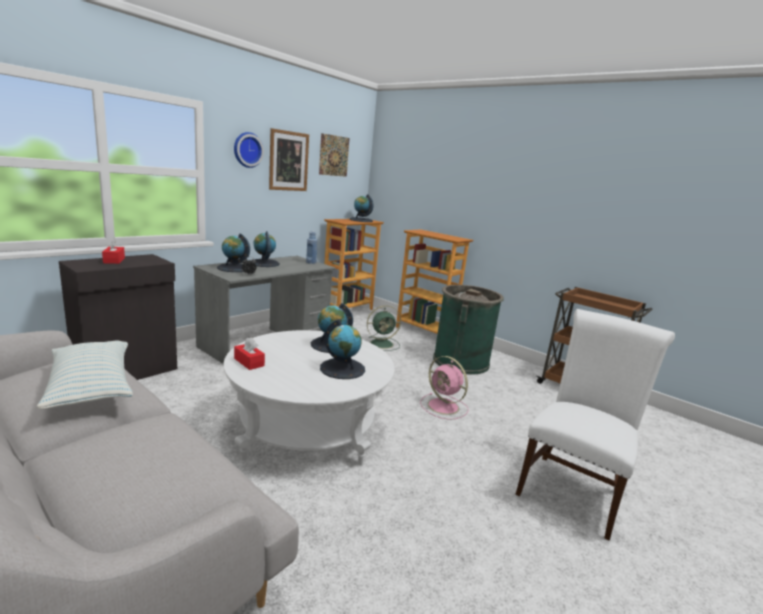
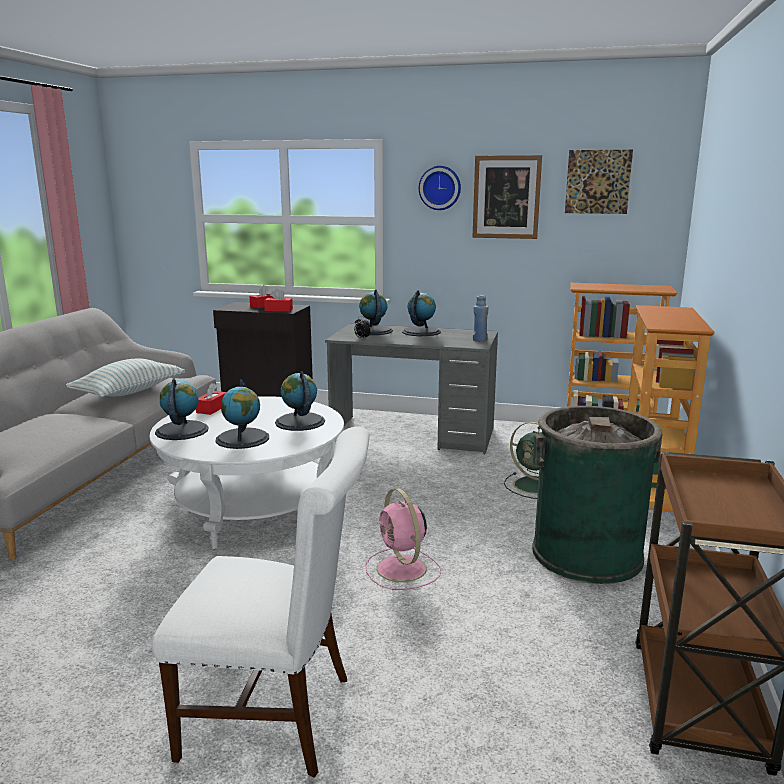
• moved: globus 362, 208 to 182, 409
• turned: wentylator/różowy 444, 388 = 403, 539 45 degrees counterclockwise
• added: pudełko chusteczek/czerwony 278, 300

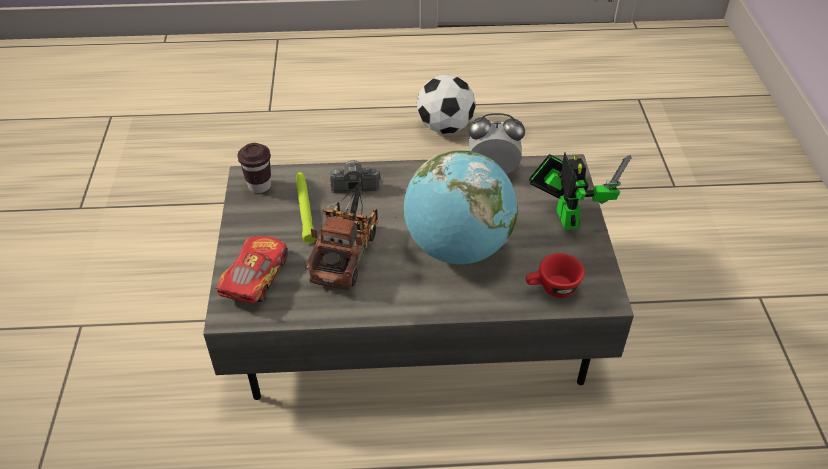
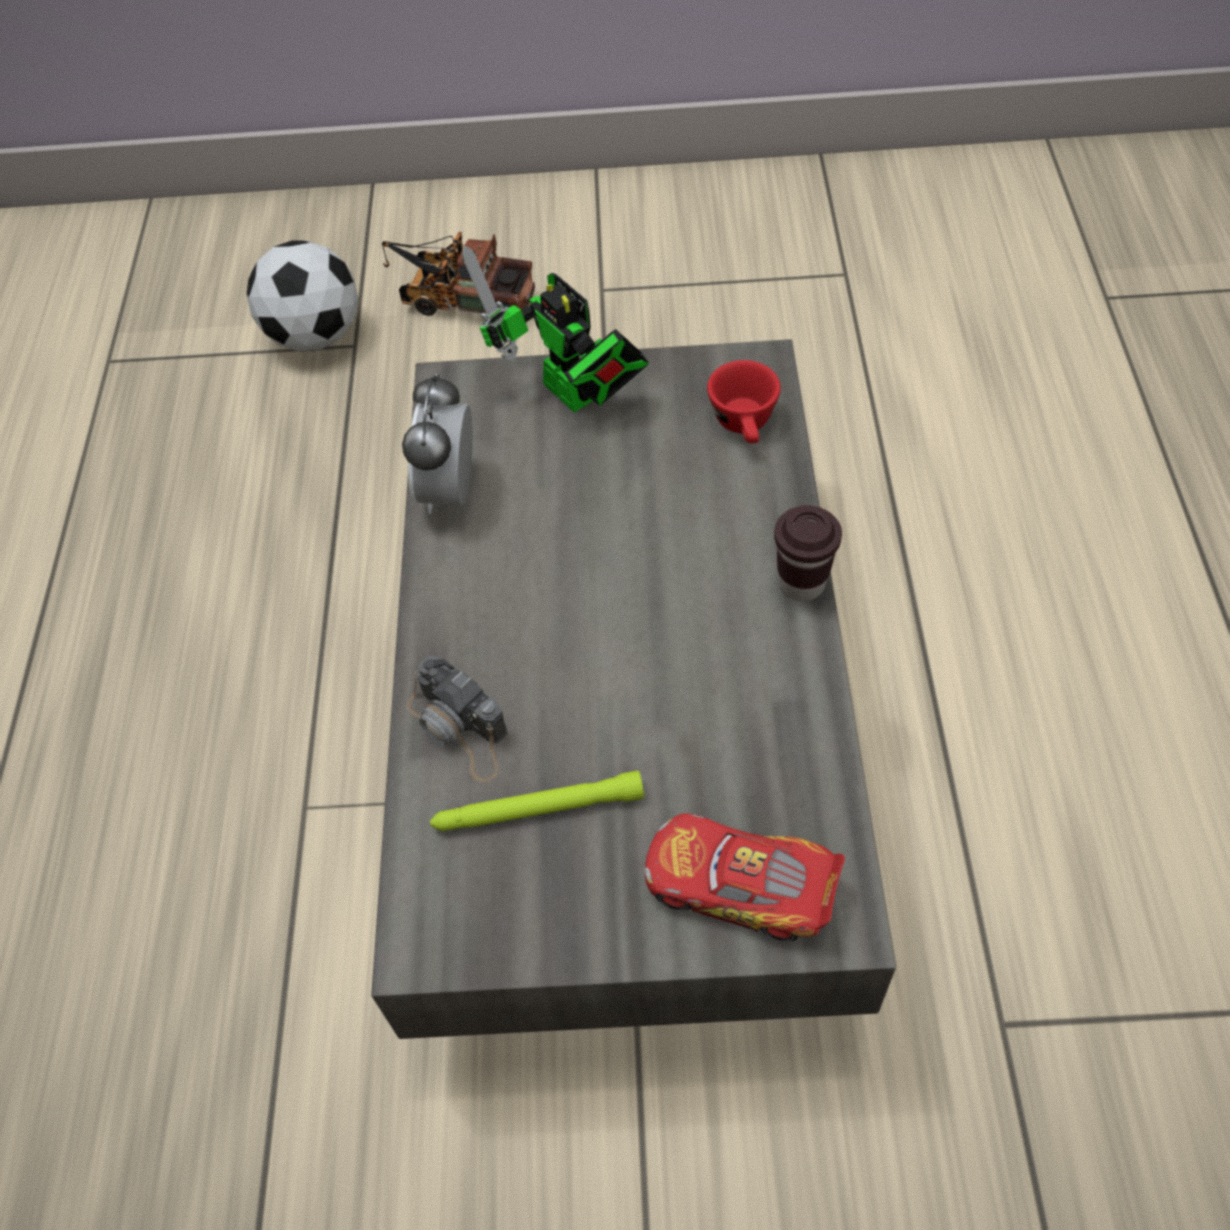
• moved: piłka futbolowa 446, 104 to 302, 296
• moved: filiżanka/brązowy 254, 168 to 808, 553
• removed: globus 460, 207
• turned: robot zabawkowy 580, 191 = 555, 329 120 degrees counterclockwise
• turned: aparat fotograficzny 350, 176 = 457, 719 45 degrees counterclockwise
• moved: ciężarówka zabawkowa 342, 233 to 458, 274

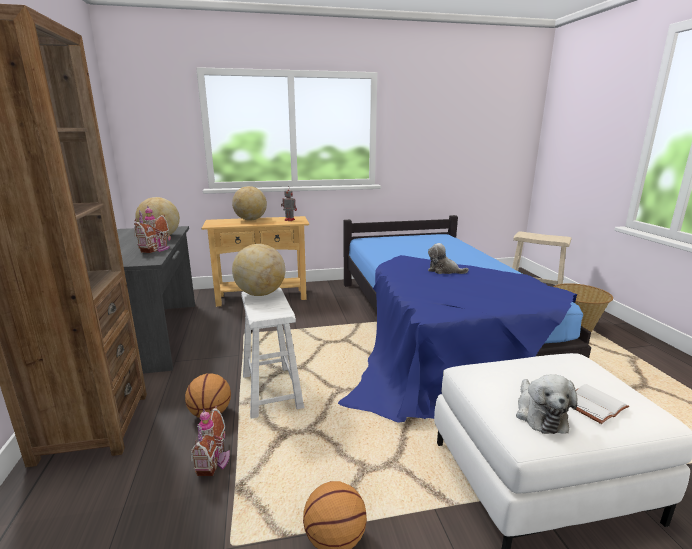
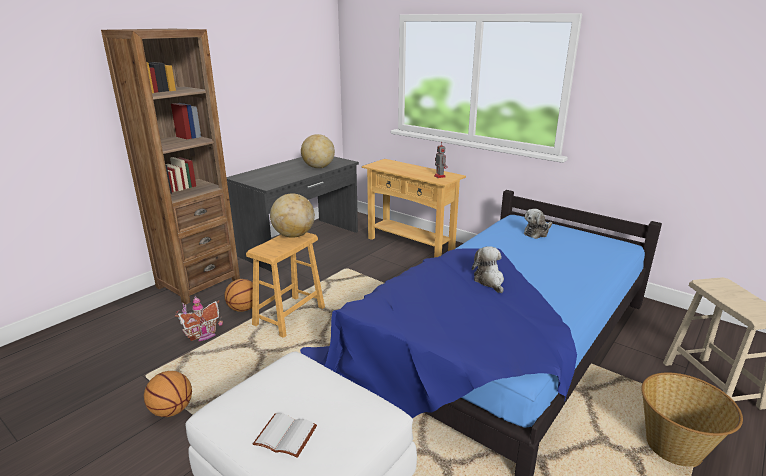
• removed: globus 249, 203
• removed: domek 152, 230
• recoloured: stołek/biały 272, 353 to stołek/brązowy 285, 285
• moved: pluszak 546, 404 to 538, 224

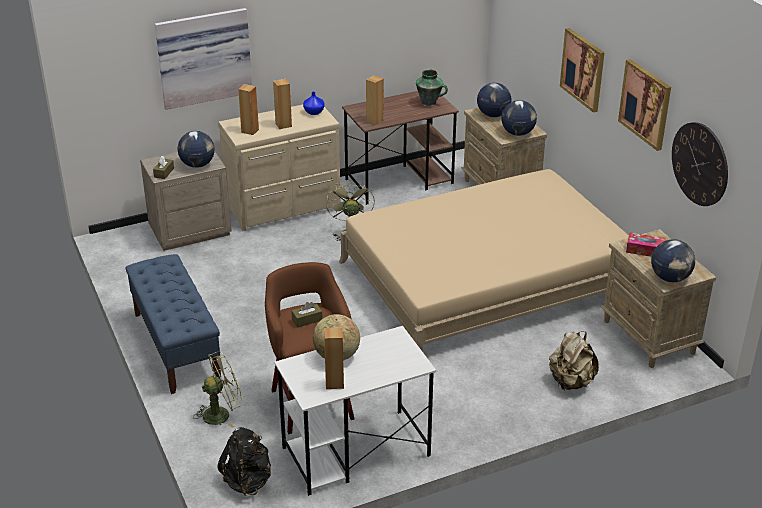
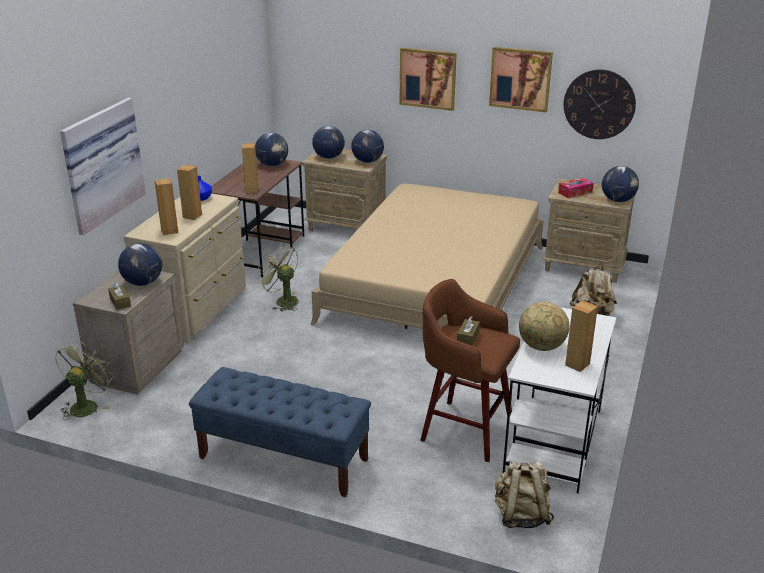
• replaced: wazon 432, 88 to globus 271, 149
• moved: wentylator/zielony 218, 389 to 84, 381
• recoloured: plecak/czarny 244, 461 to plecak/beżowy 524, 494

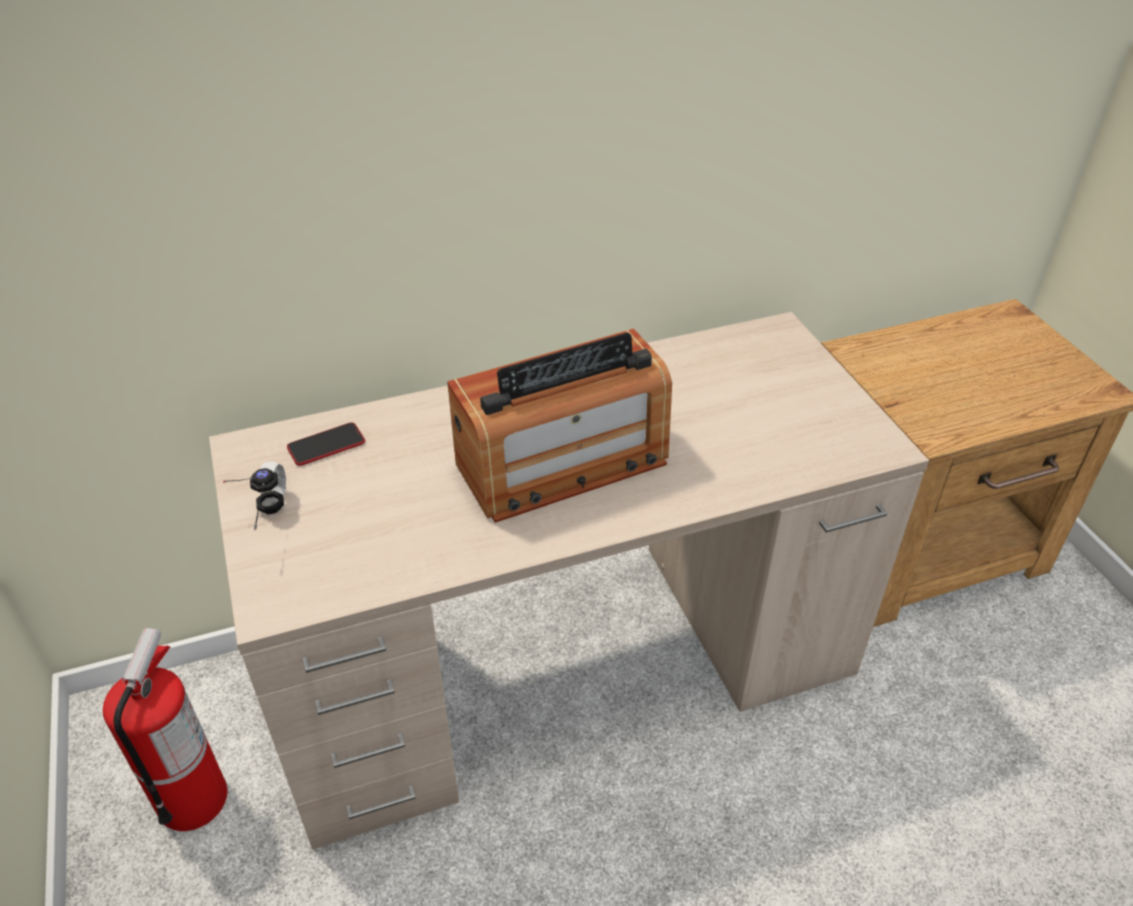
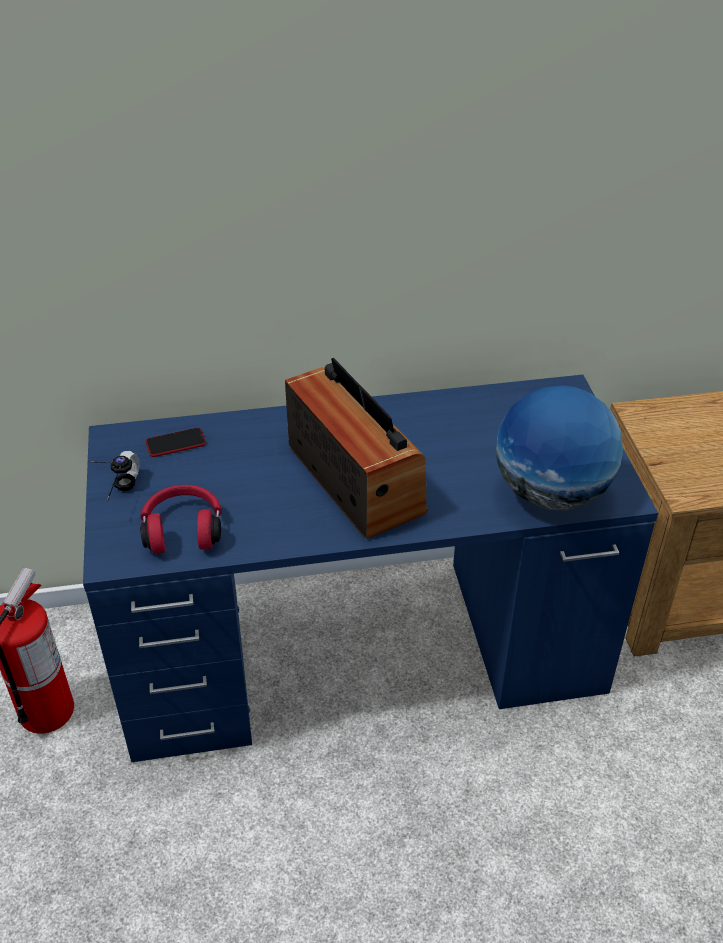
• recoloured: biurko/beżowy 569, 581 to biurko/niebieski 370, 568
• turned: radio 559, 425 = 356, 448 105 degrees counterclockwise
• added: globus 559, 448
• added: słuchawki/czerwony 181, 519

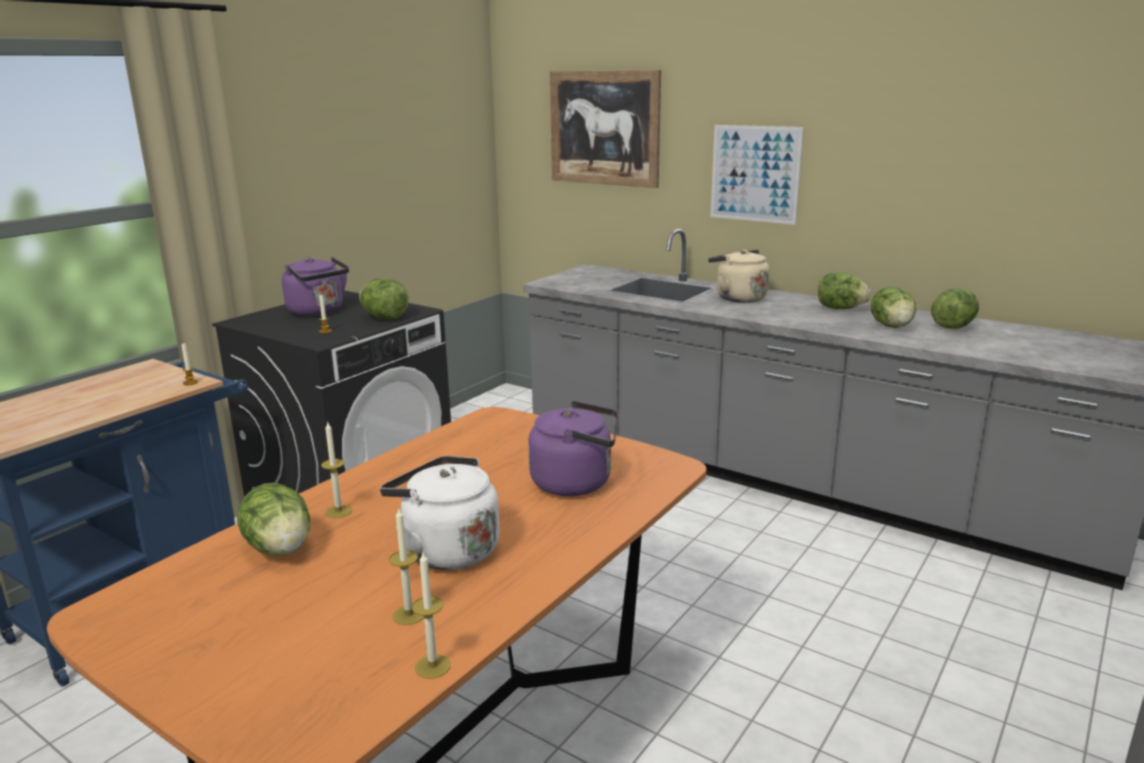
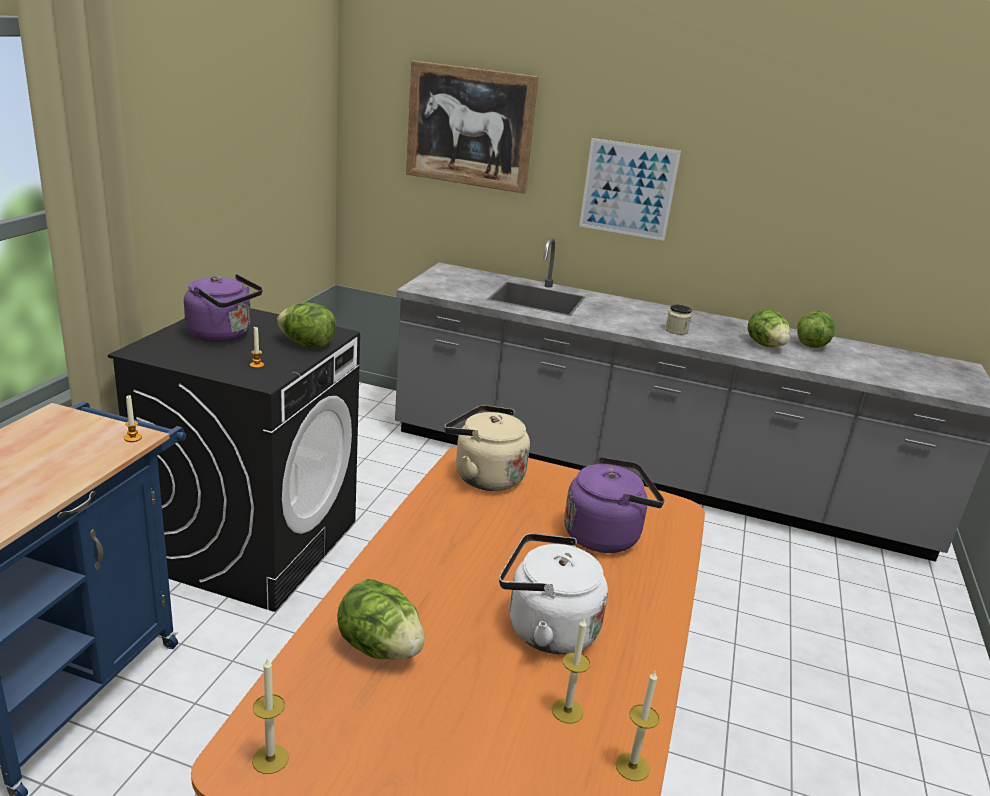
• moved: czajnik/beżowy 739, 276 to 487, 448
• removed: sałata 844, 290
• moved: świeca 336, 469 to 270, 716
• added: słoik 678, 319

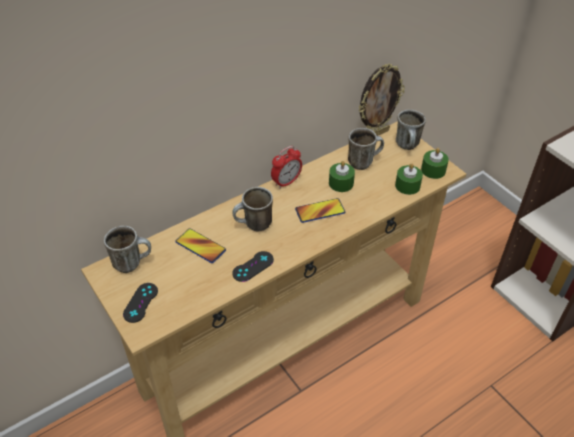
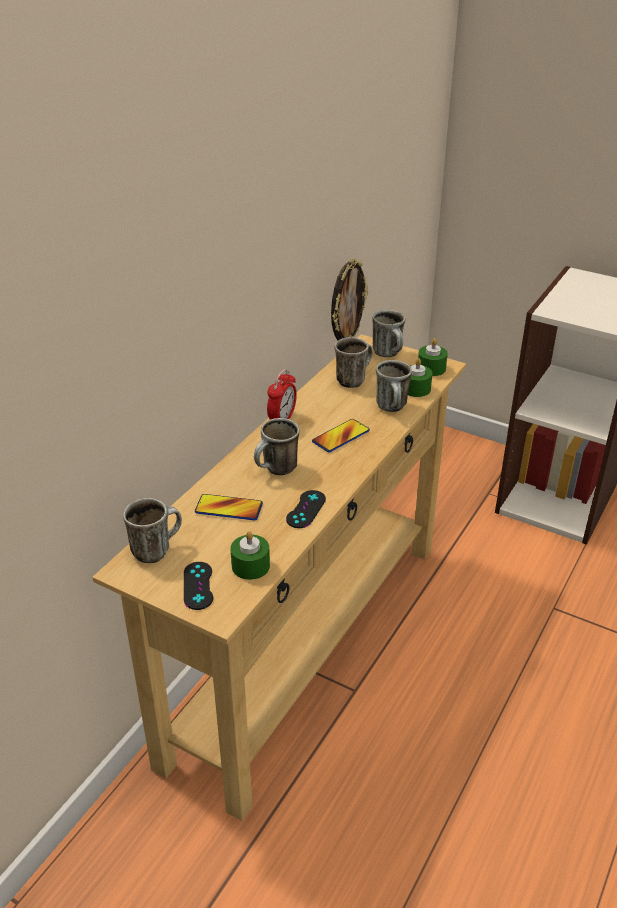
• moved: świeca/zielony 342, 176 to 250, 555
• added: kubek 394, 386

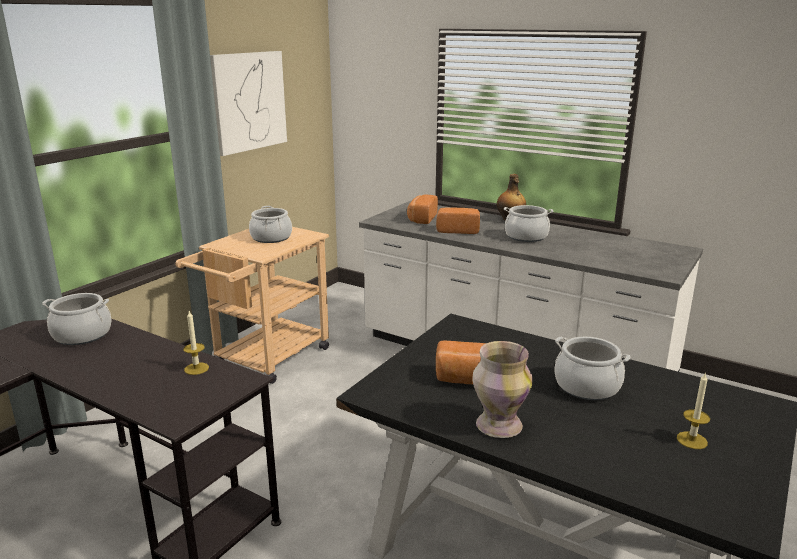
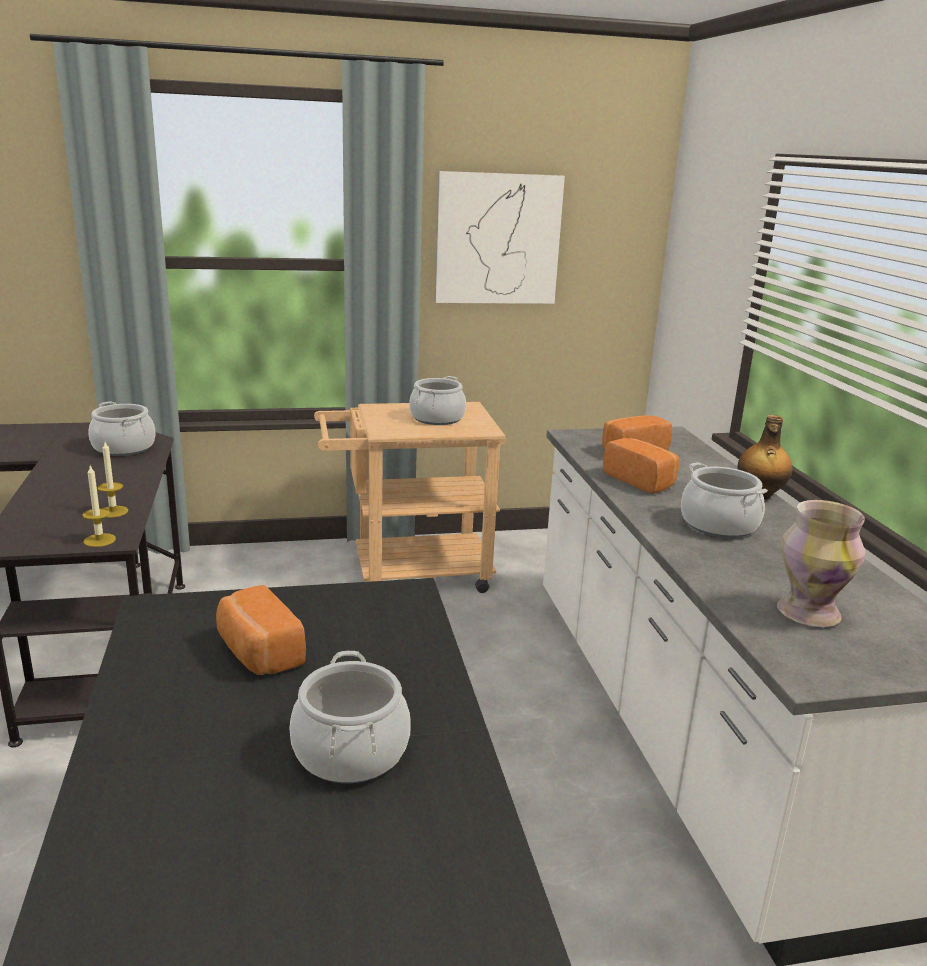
• moved: wazon 502, 389 to 821, 563
• moved: świeca 693, 410 to 99, 506

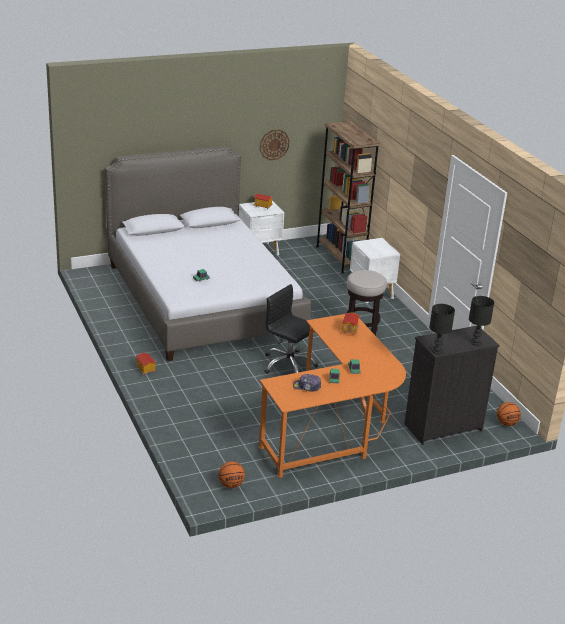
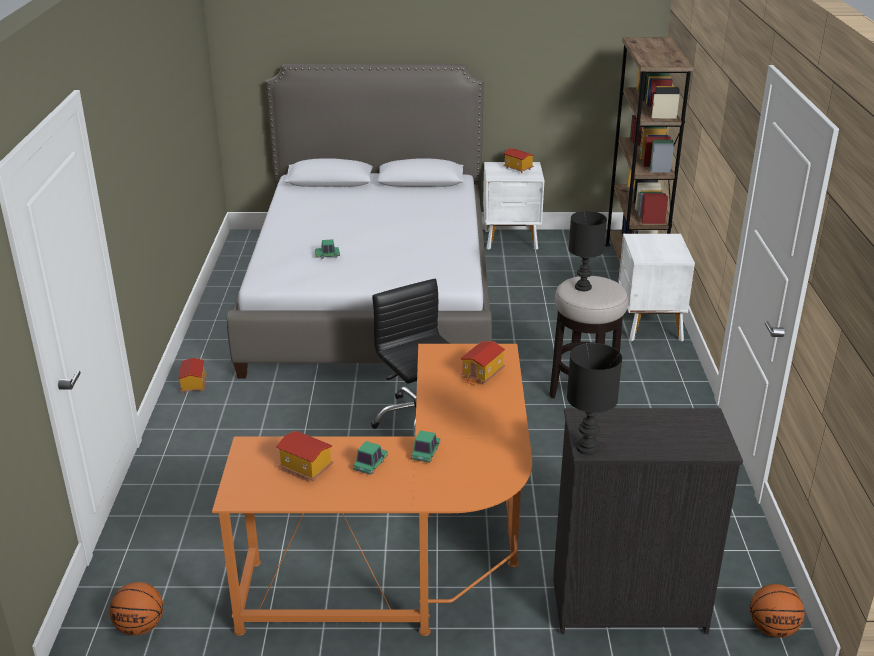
• removed: zegar ścienny 275, 145
• moved: lampa stołowa/czarny 481, 321 to 588, 251
• replaced: czapka z daszkiem 307, 382 to domek 304, 456

